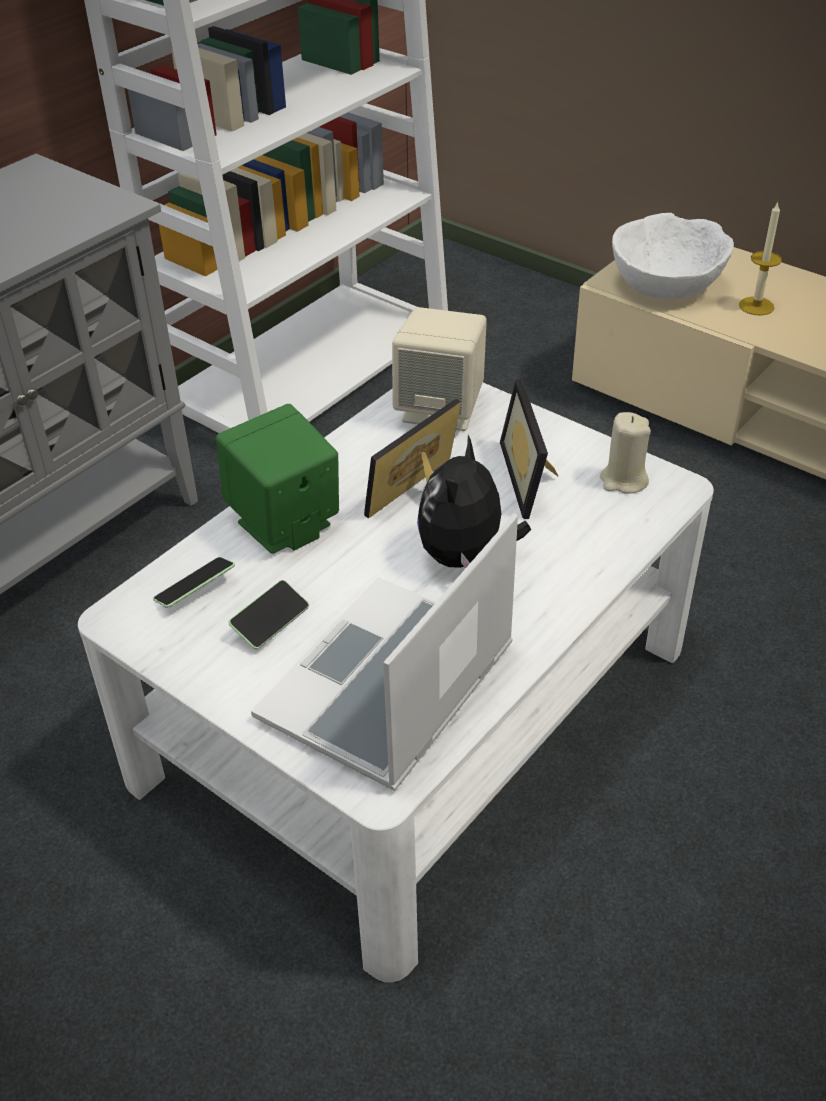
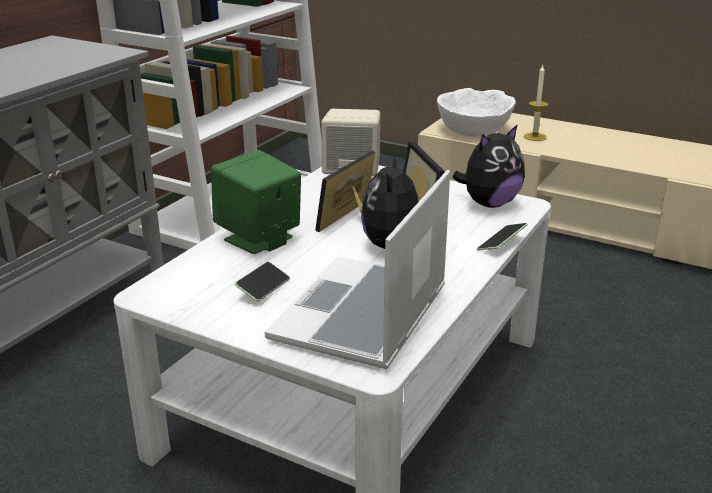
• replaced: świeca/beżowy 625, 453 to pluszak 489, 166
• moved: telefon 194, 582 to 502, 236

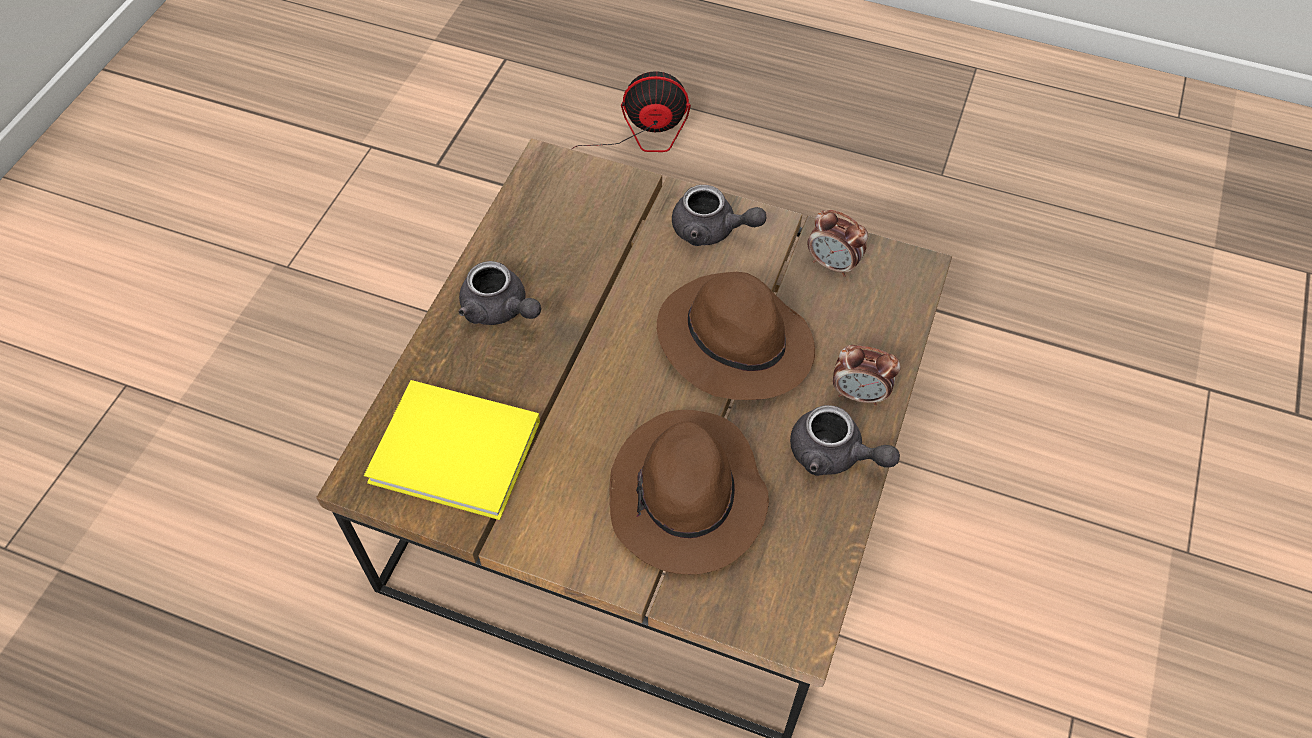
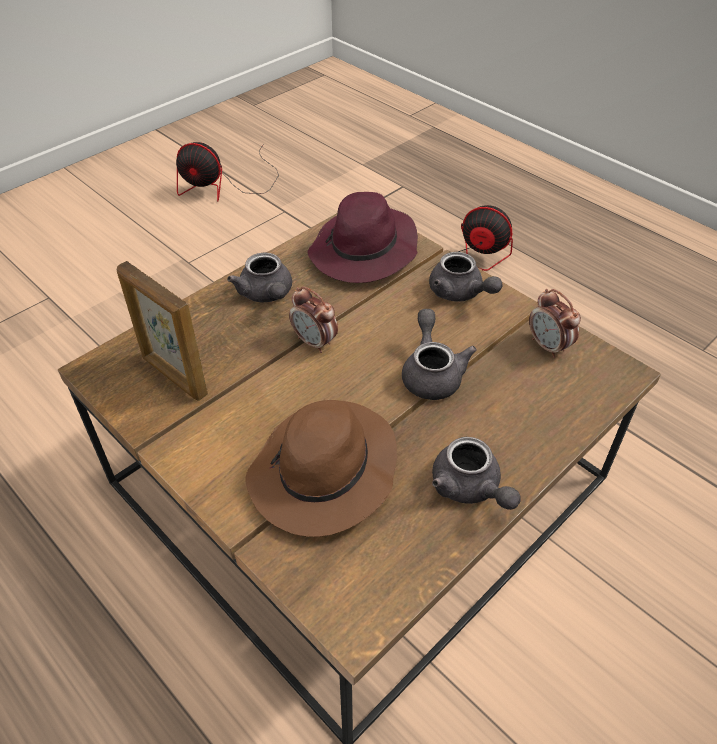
• replaced: kapelusz/brązowy 736, 336 to imbryk/szary 439, 354
• moved: budzik 867, 375 to 313, 320
• replaced: książka/żółty 452, 450 to ramka na zdjęcie 162, 331
• added: wentylator 227, 171
• added: kapelusz/fioletowy 362, 237

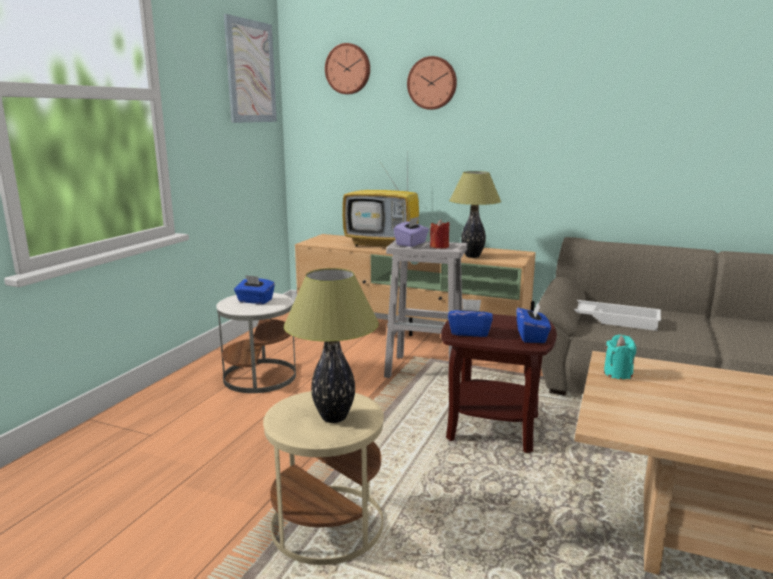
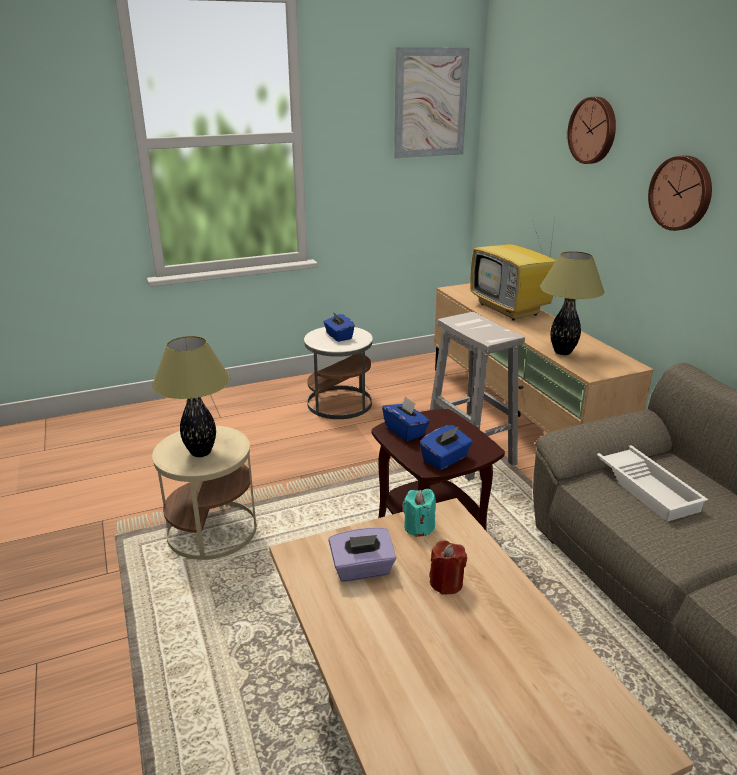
• moved: zegar ścienny 347, 68 to 680, 193
• moved: pudełko chusteczek/fioletowy 411, 232 to 362, 555
• moved: świeca/czerwony 440, 234 to 448, 567

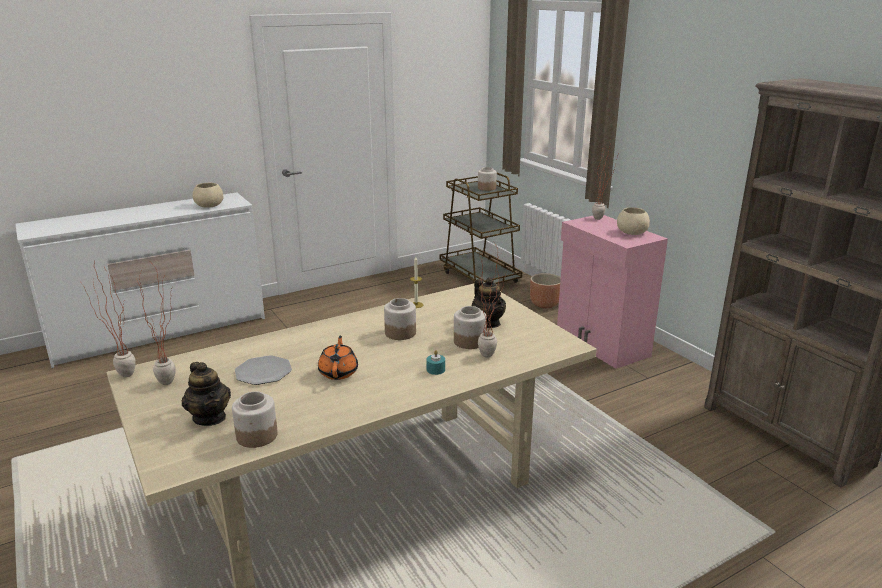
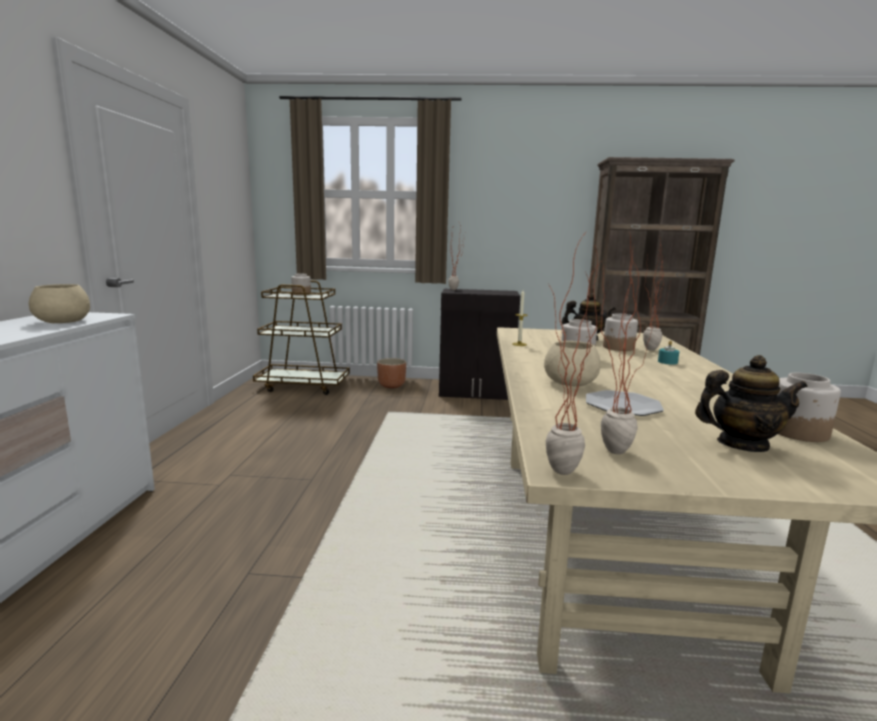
• moved: miska/beżowy 633, 221 to 572, 363
• recoloured: szafka/różowy 612, 292 to szafka/czarny 479, 344
• removed: imbryk/pomarańczowy 338, 358

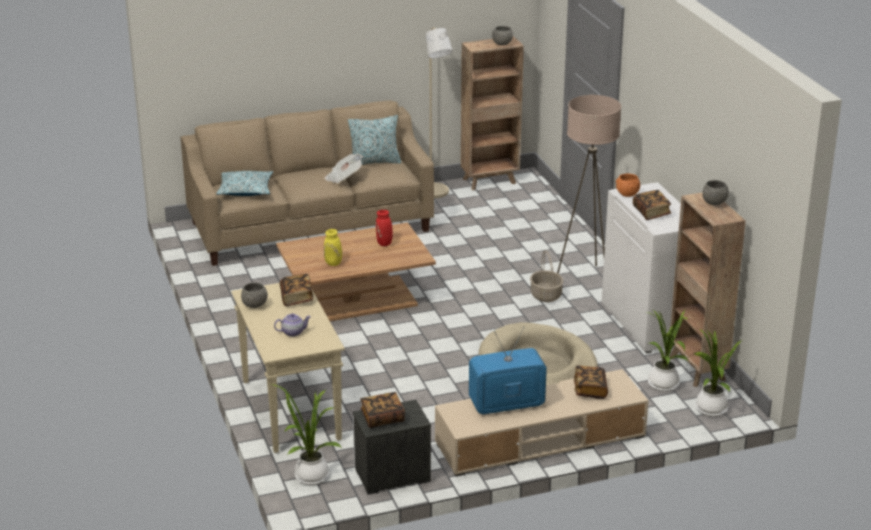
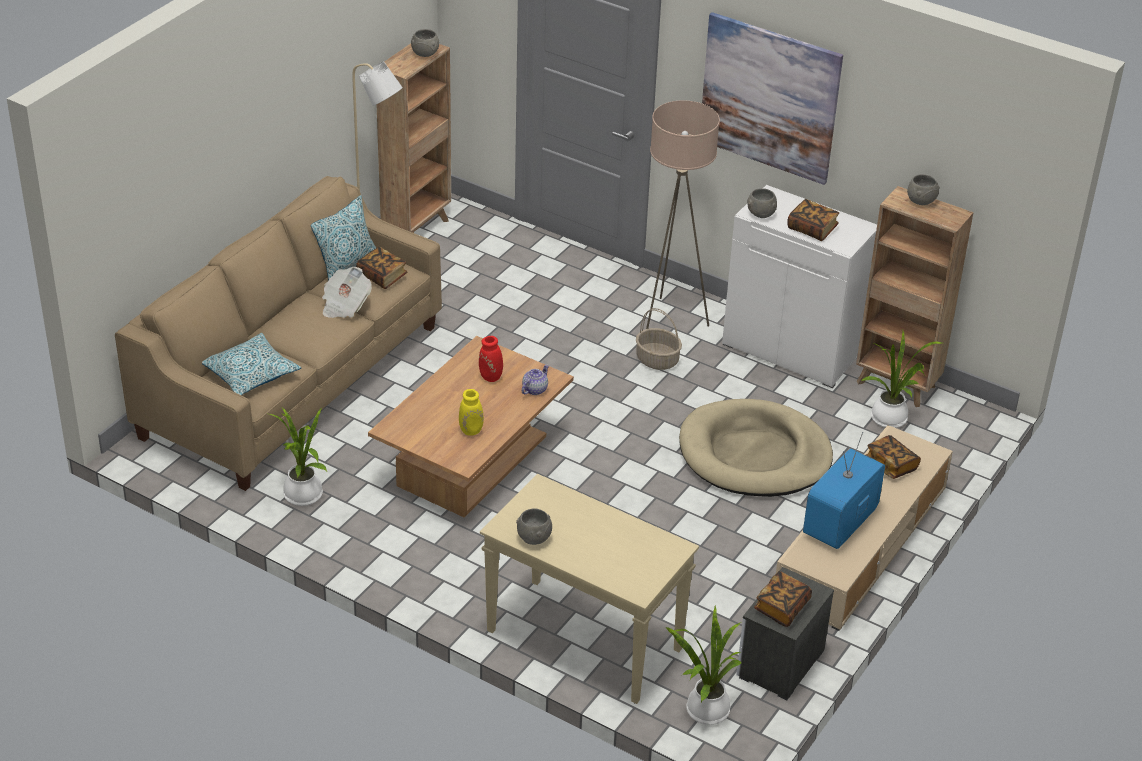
• recoloured: miska/pomarańczowy 628, 185 to miska/szary 762, 203
• moved: książka 296, 290 to 381, 268
• moved: imbryk 292, 325 to 535, 380
• moved: roślina doniczkowa 718, 372 to 298, 456
• added: obraz 772, 98

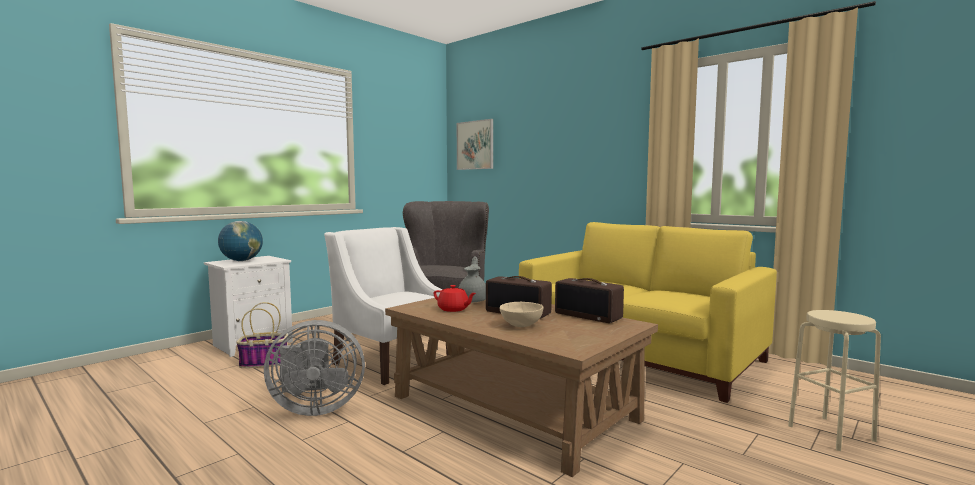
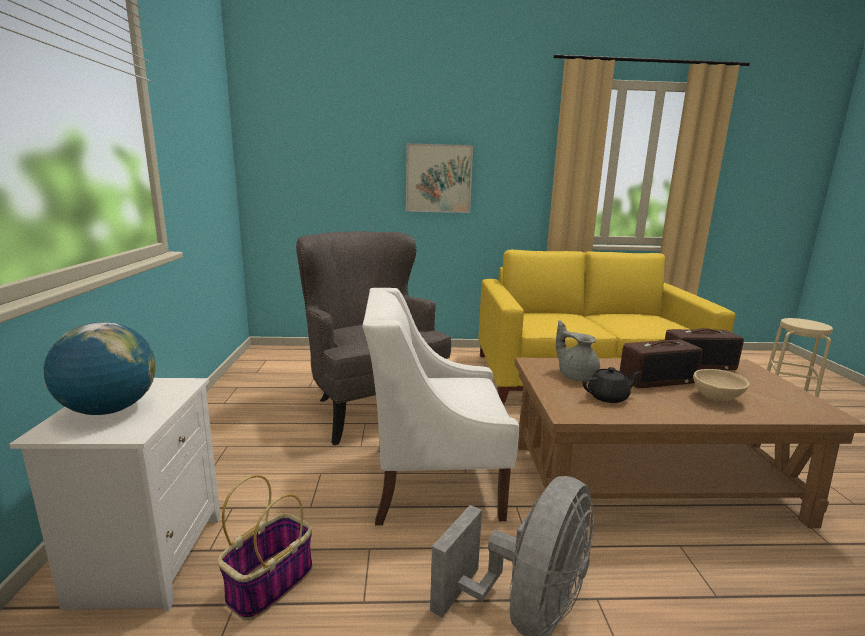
• moved: obraz 475, 144 to 439, 178
• recoloured: imbryk/czerwony 455, 298 to imbryk/czarny 612, 385

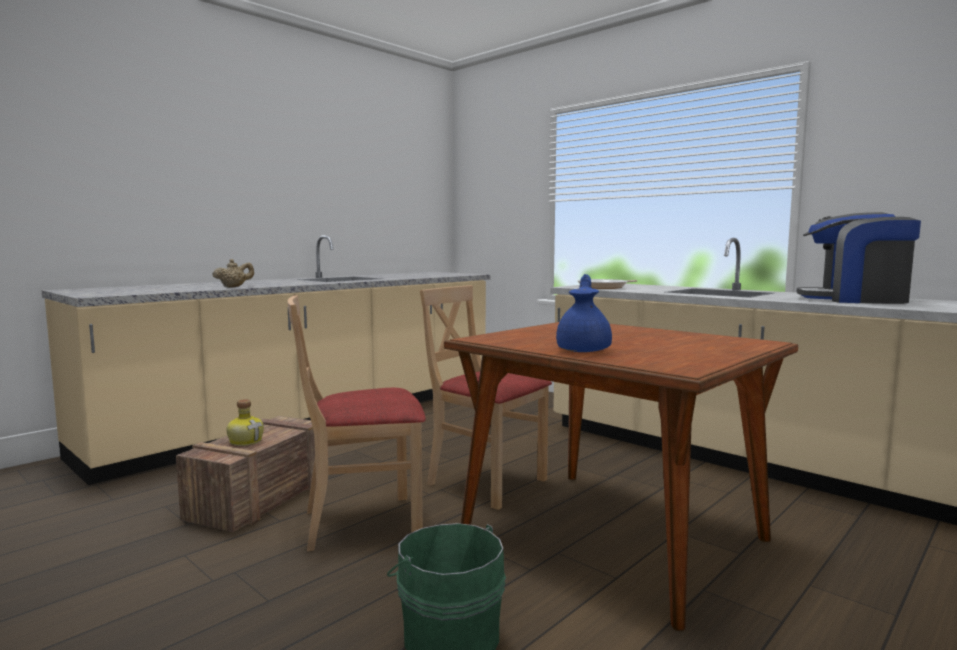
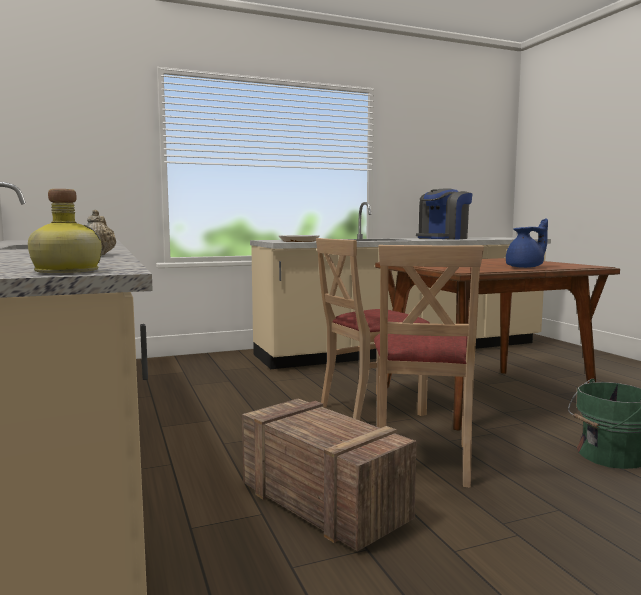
• turned: imbryk/niebieski 584, 313 = 527, 243 120 degrees clockwise
• moved: butelka 245, 422 to 65, 231

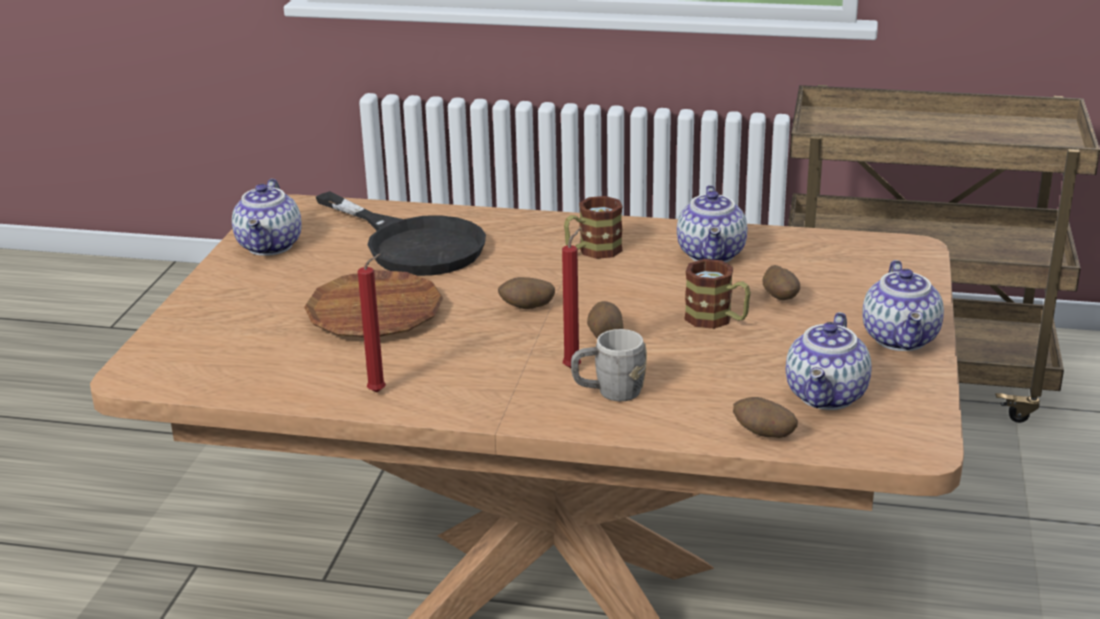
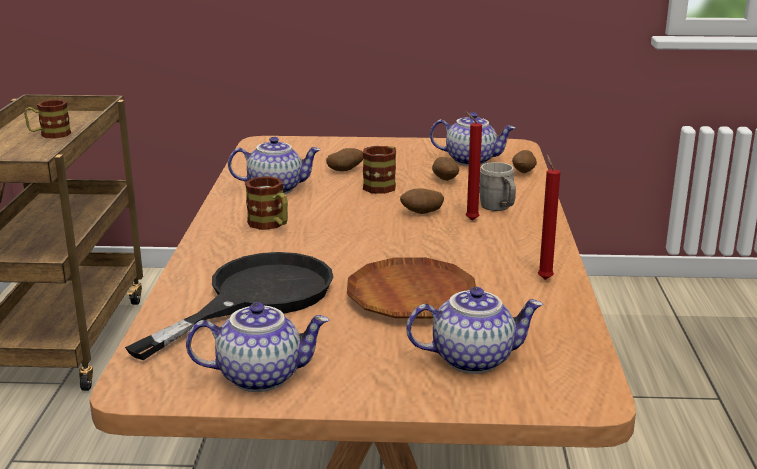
• moved: imbryk 903, 305 to 475, 330
• moved: ziemniak 526, 293 to 445, 169
• added: kubek 47, 119

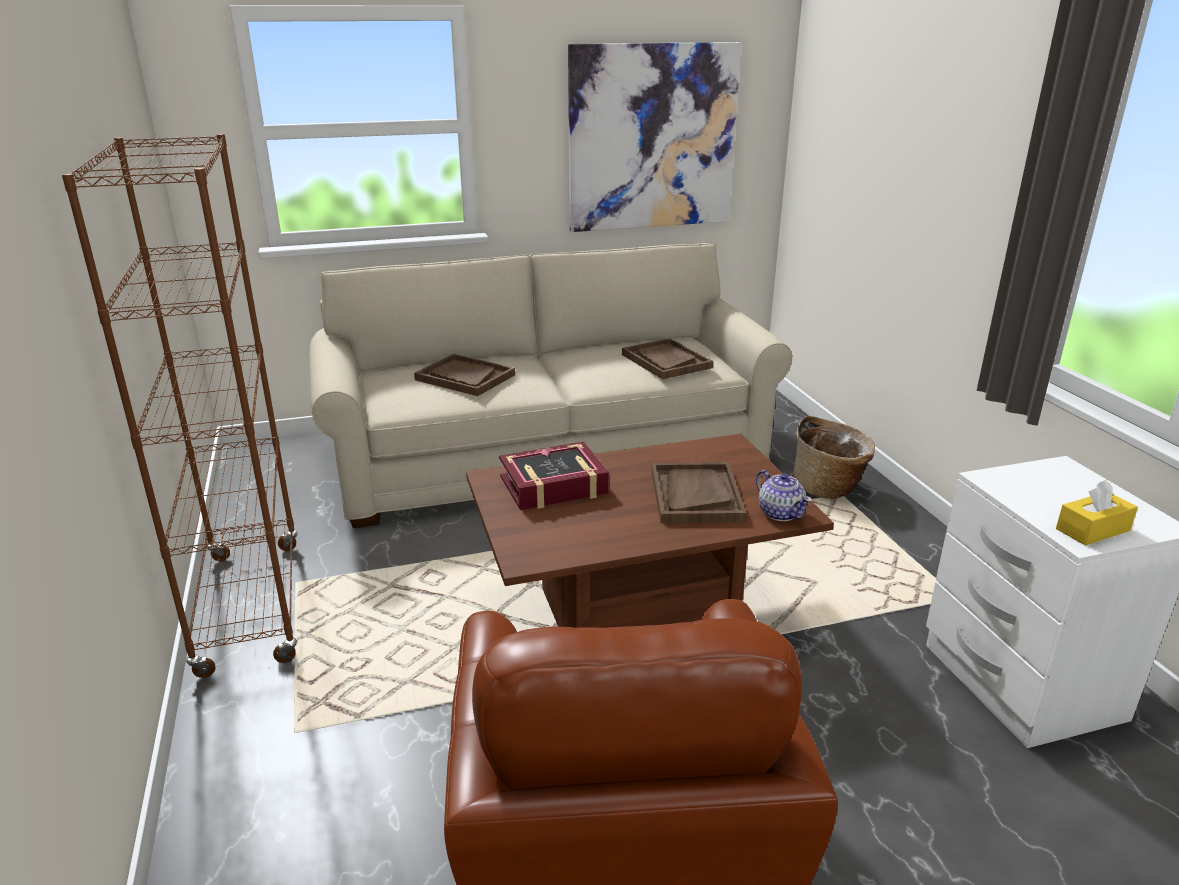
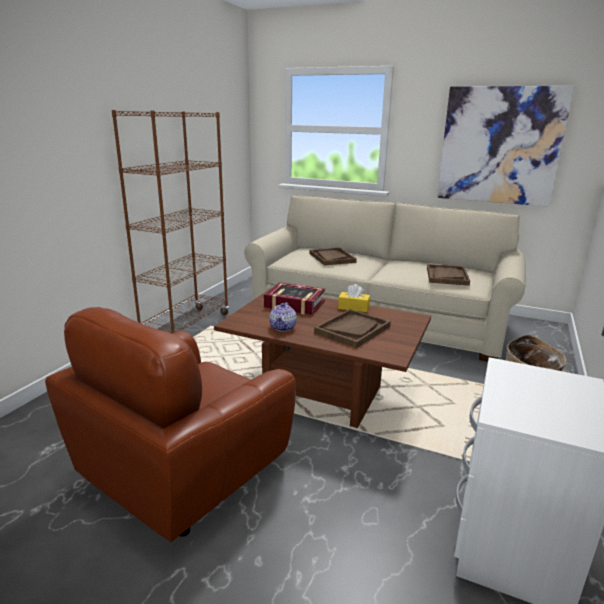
• moved: imbryk 784, 495 to 283, 317
• moved: pudełko chusteczek/żółty 1097, 513 to 354, 298

